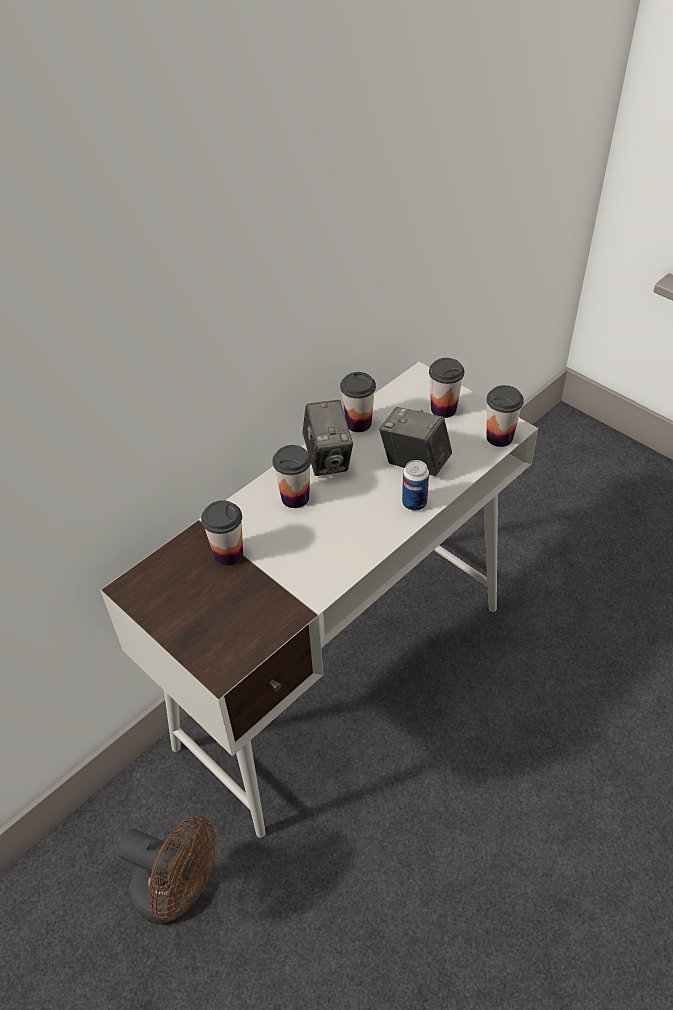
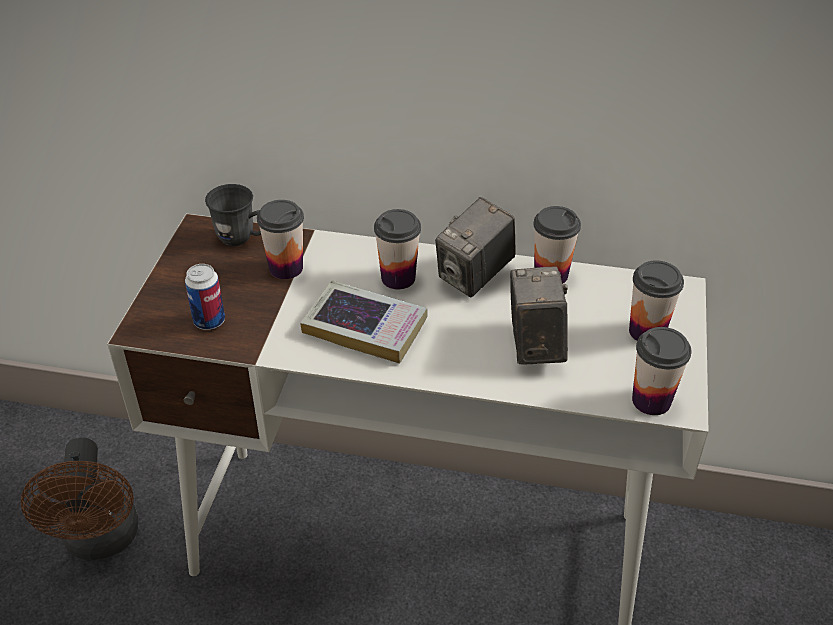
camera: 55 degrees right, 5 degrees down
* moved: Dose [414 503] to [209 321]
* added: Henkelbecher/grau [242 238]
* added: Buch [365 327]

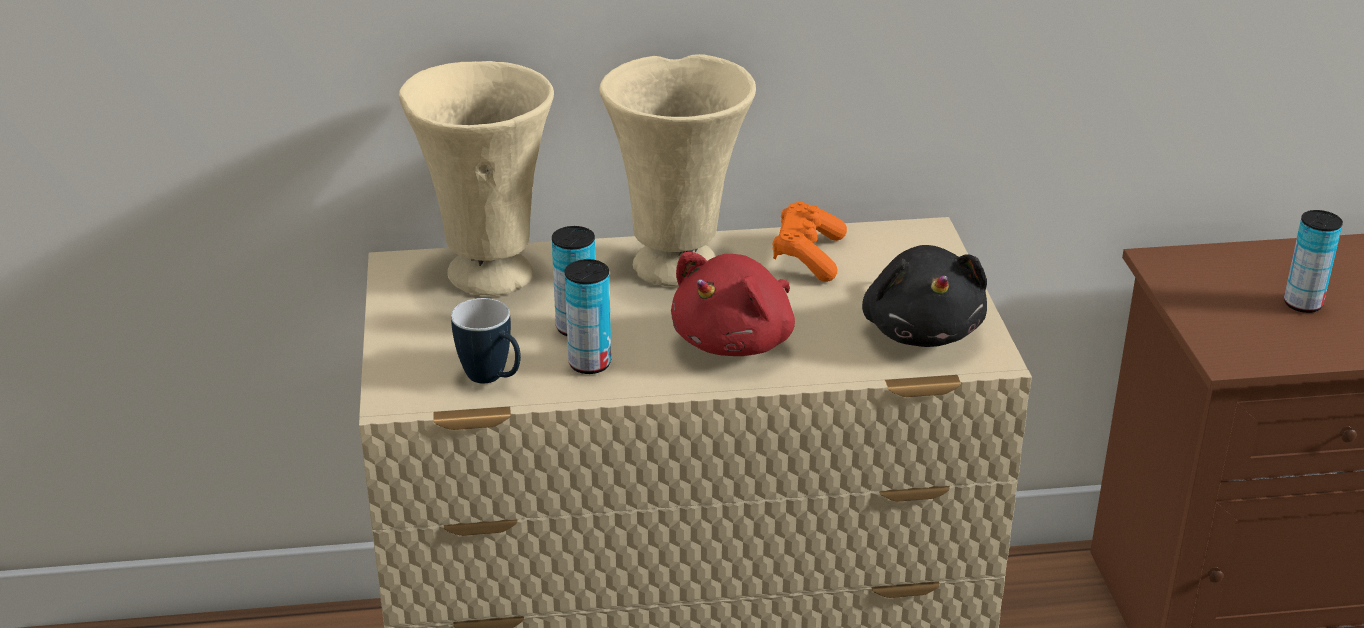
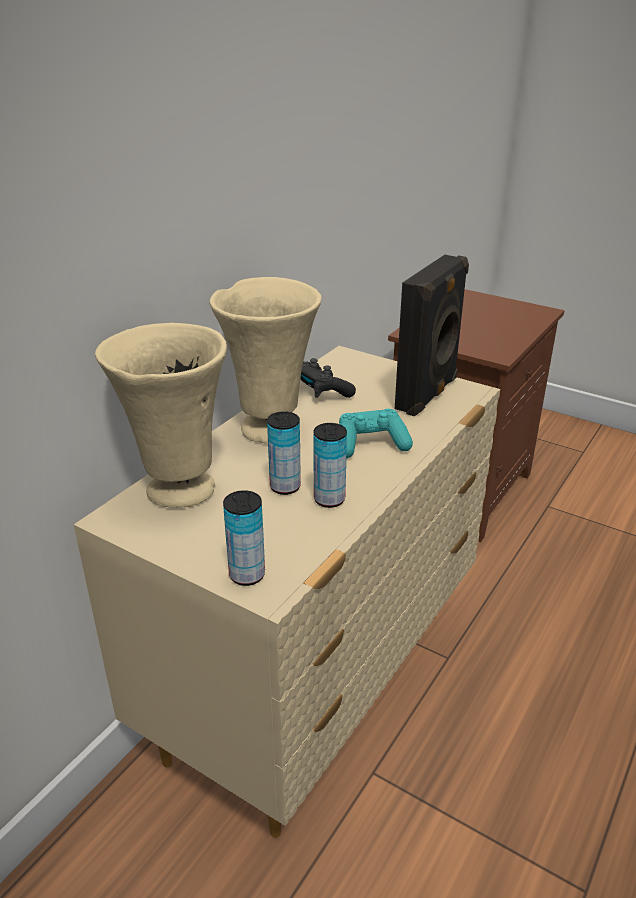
camera: 50 degrees left, 0 degrees up
* moved: Dose [1302 304] to [247 575]
* recoloured: Gamepad/orange [808 257] to Gamepad/schwarz [320 391]
* replaced: Plüschtier/rot [737 341] to Gamepad/türkis [370 445]
* replaced: Plüschtier/schwarz [922 330] to Lautsprecher/schwarz [428 394]
* removed: Henkelbecher [493 379]

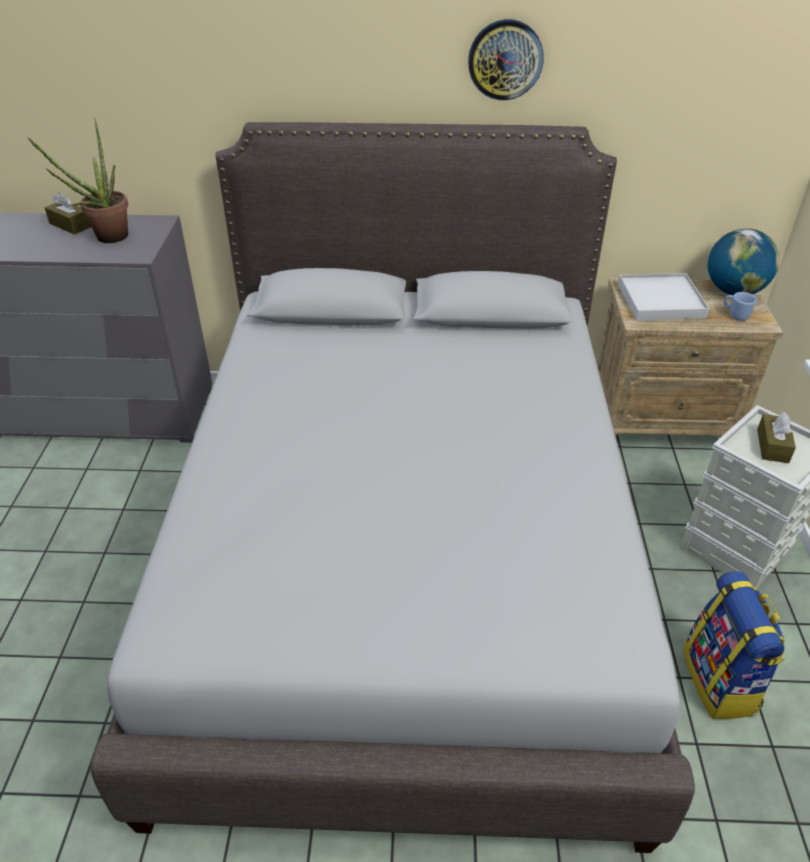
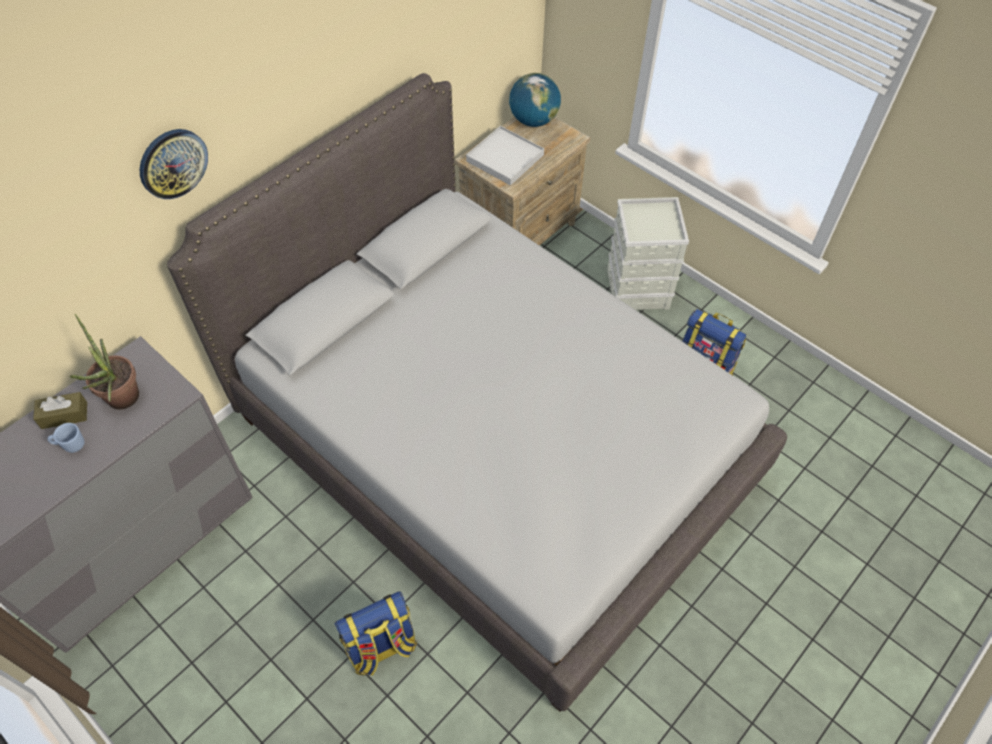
camera: 50 degrees left, 15 degrees up
* moved: Henkelbecher/blau [735 315] to [70 445]
* moved: Wanduhr [505 60] to [173 163]
* added: Rucksack [381 647]
* removed: Taschentuchbox/braun [772 446]

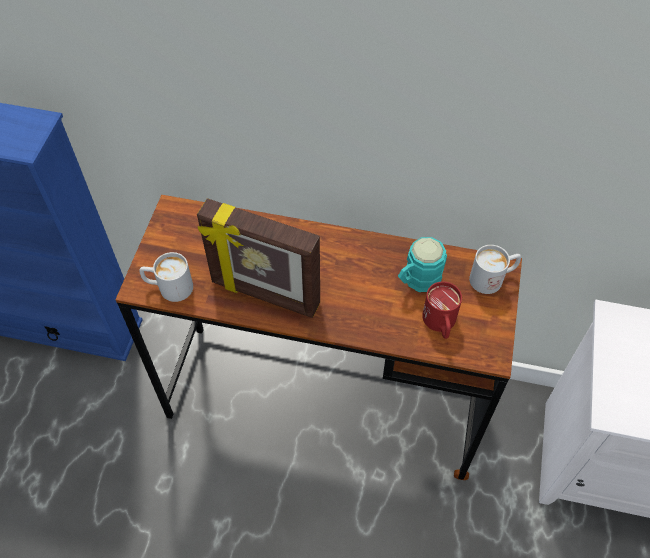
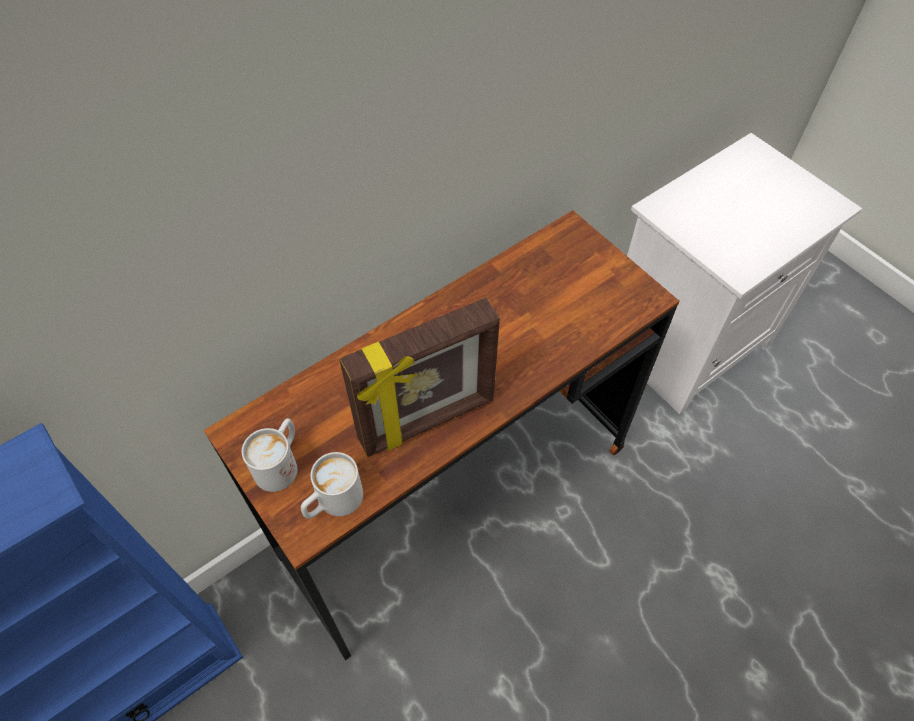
camera: 50 degrees left, 0 degrees up
* moved: Henkelbecher/weiß [492 278] to [281 463]
* removed: Henkelbecher/türkis [417 280]
* removed: Henkelbecher/rot [440 324]

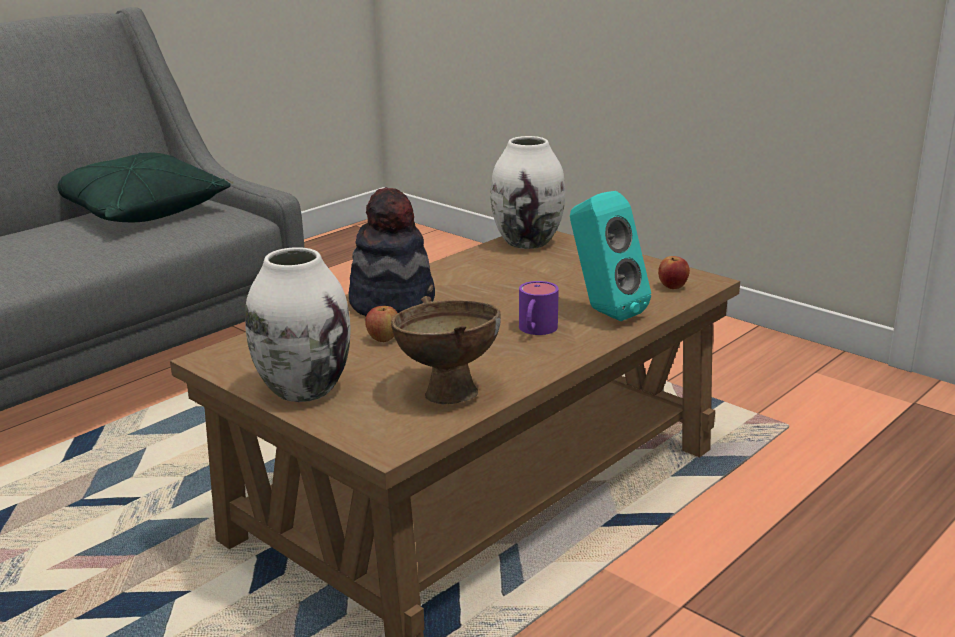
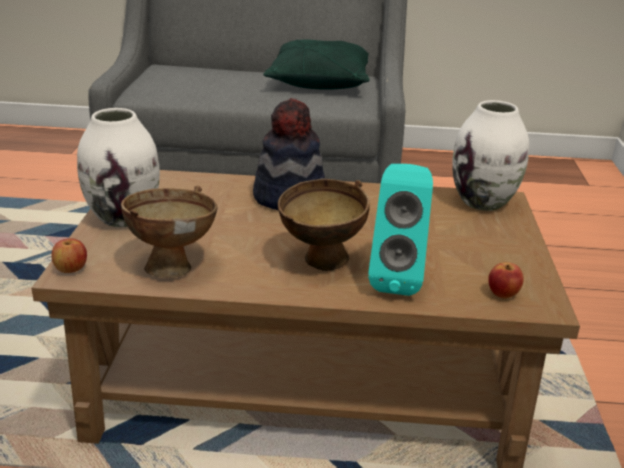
camera: 50 degrees right, 5 degrees up
* moved: Apfel [383 339] to [71 269]
* replaced: Henkelbecher/lila [535 330] to Schüssel/braun [319 263]

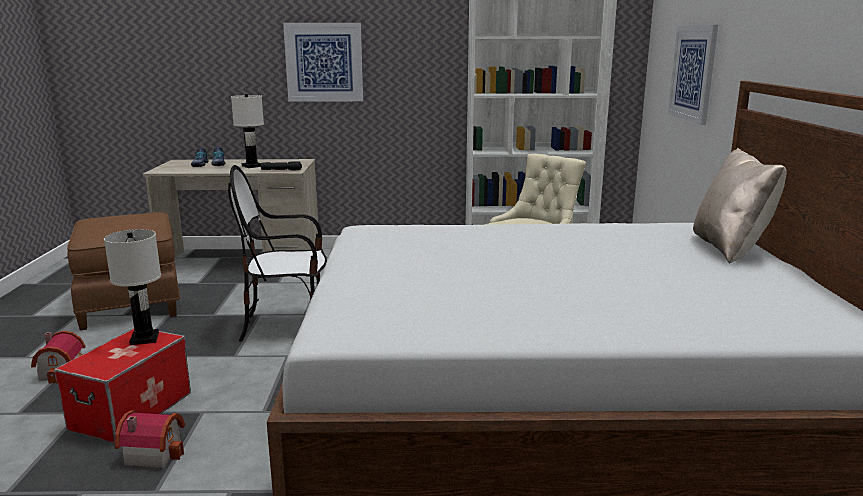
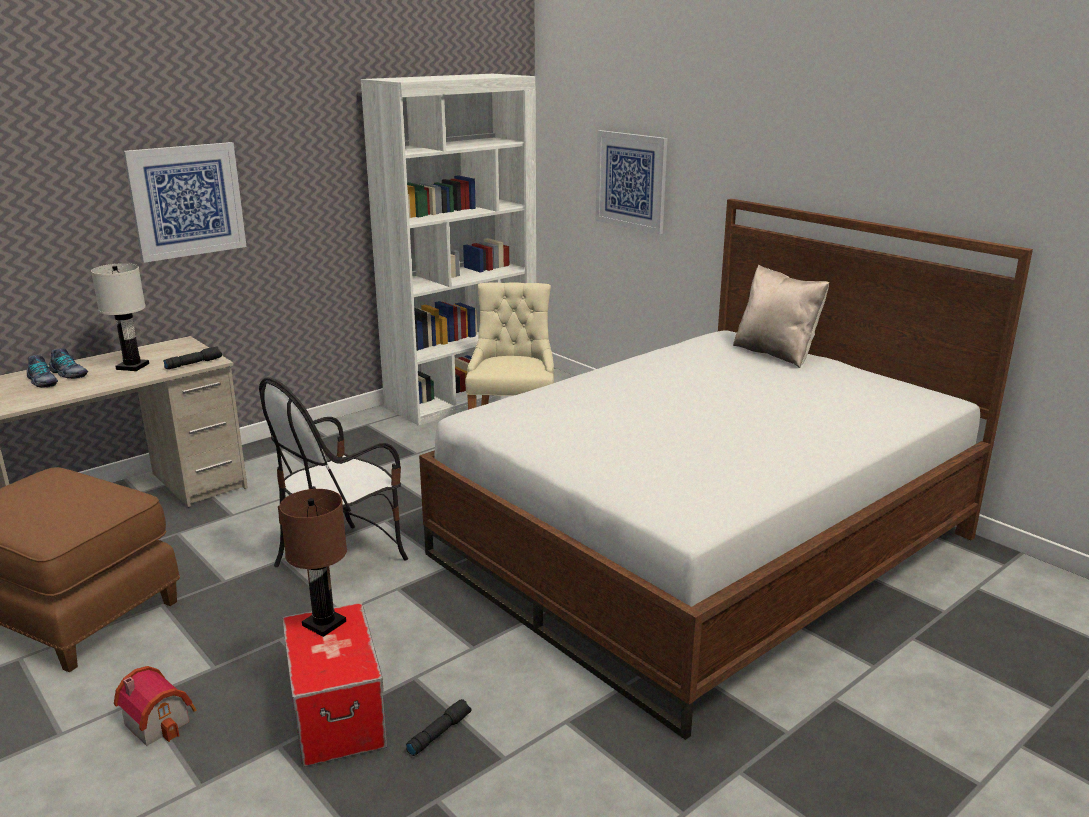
camera: 40 degrees left, 5 degrees up
* recoloured: Tischlampe/weiß [144 339] to Tischlampe/braun [324 624]
* replaced: Spielzeughaus [154 452] to Taschenlampe/schwarz [439 733]

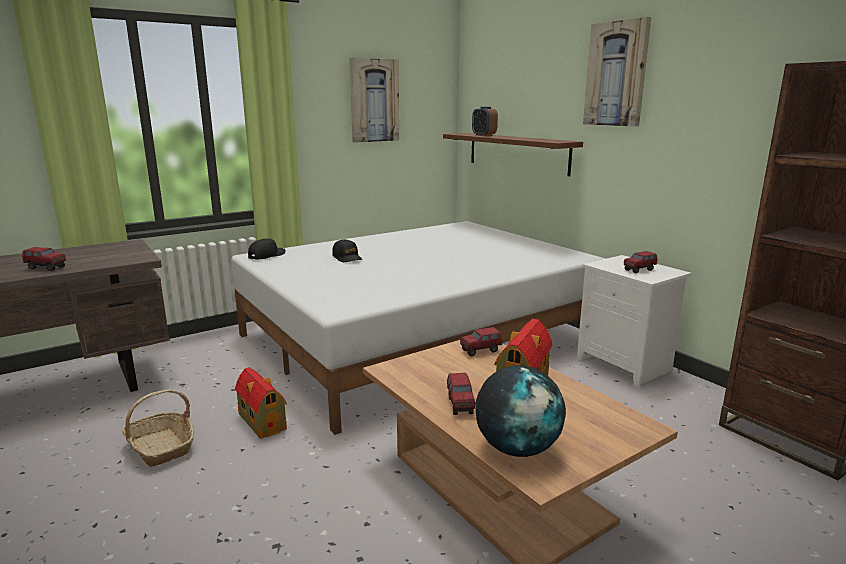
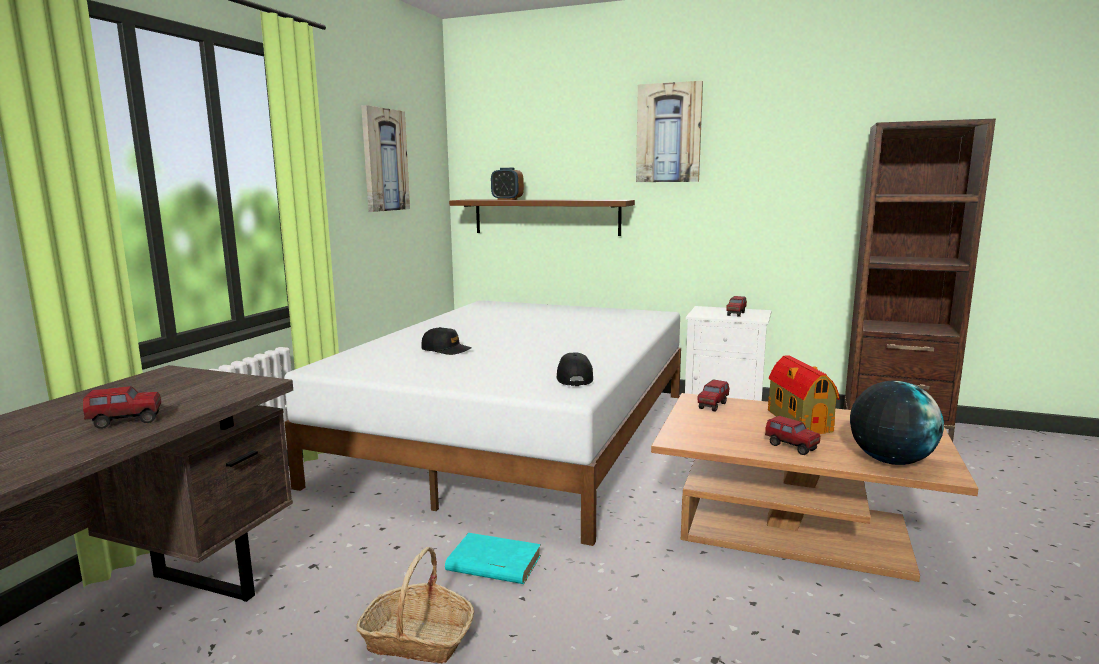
camera: 35 degrees left, 5 degrees down
* replaced: Spielzeughaus [262 421] to Buch/türkis [493 563]
* moved: Kappe/schwarz [267 255] to [574 378]

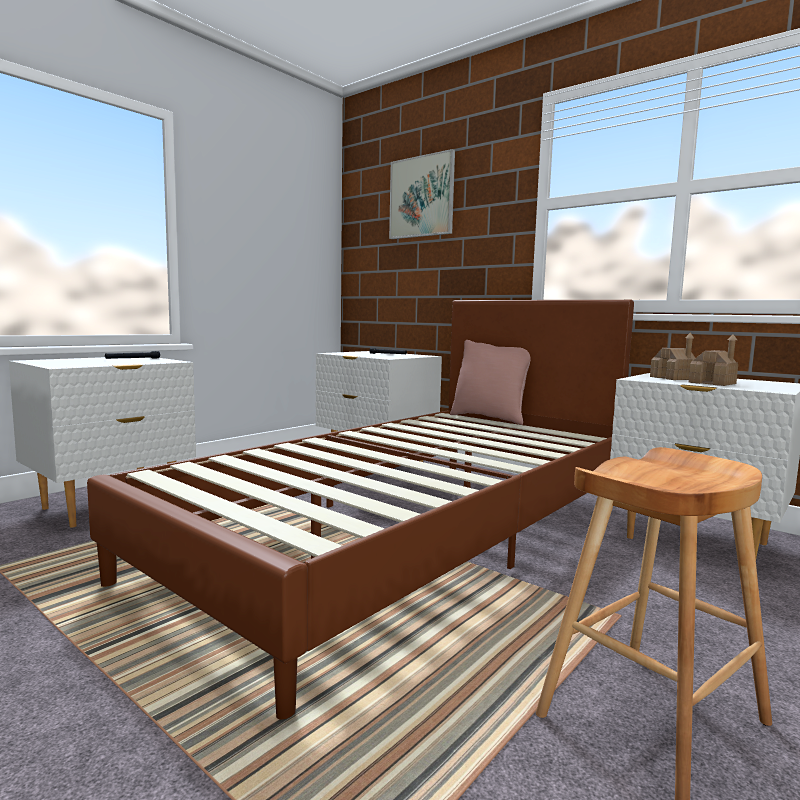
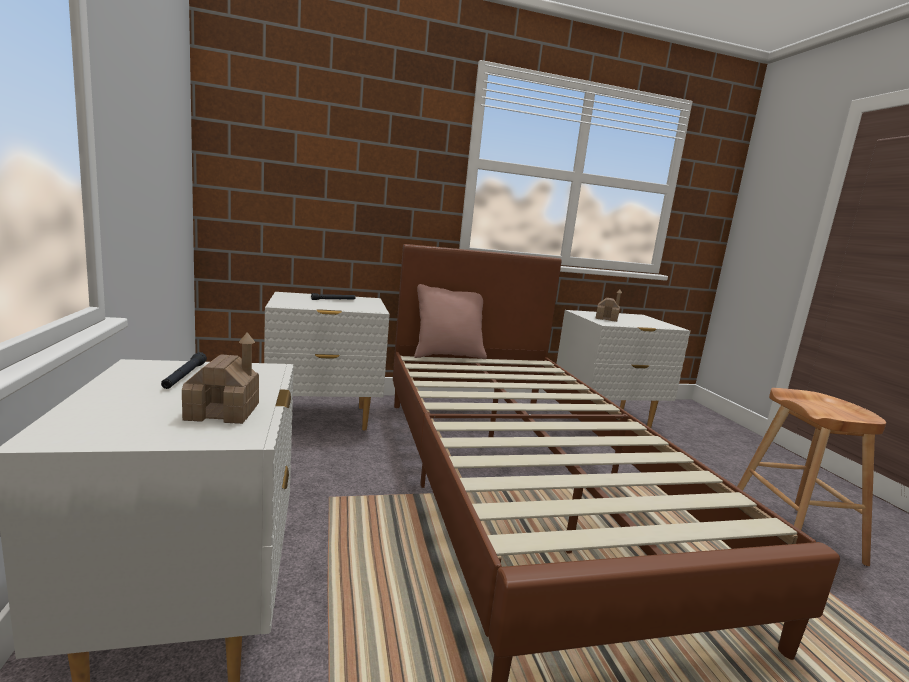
camera: 55 degrees left, 5 degrees up
* moved: Spielzeughaus [712 383] to [223 411]
* removed: Bild [421 197]

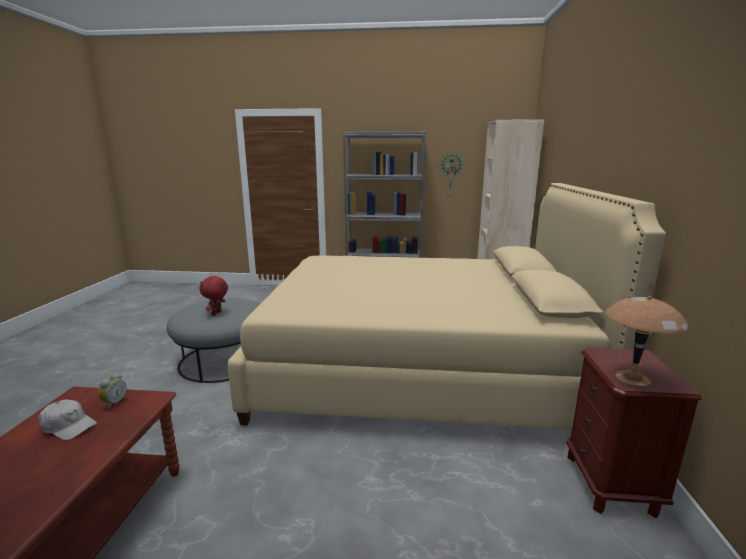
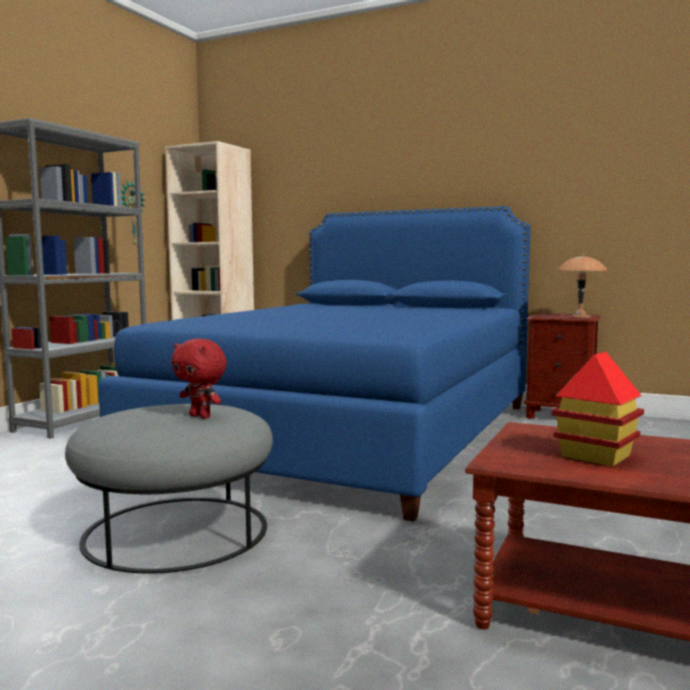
camera: 70 degrees left, 10 degrees down
* recoloured: Bett/beige [418 369] to Bett/blau [349 433]
* replaced: Kappe/weiß [68 426] to Spielzeughaus [595 456]
* removed: Wecker [114 403]

